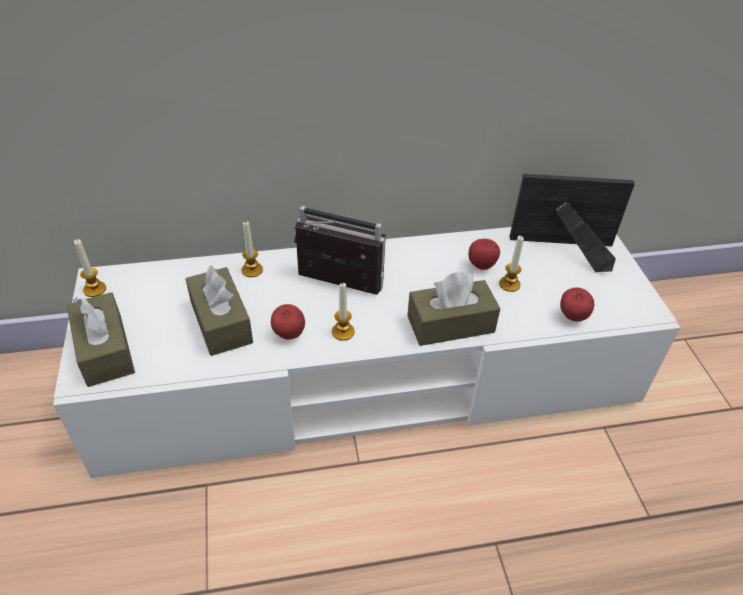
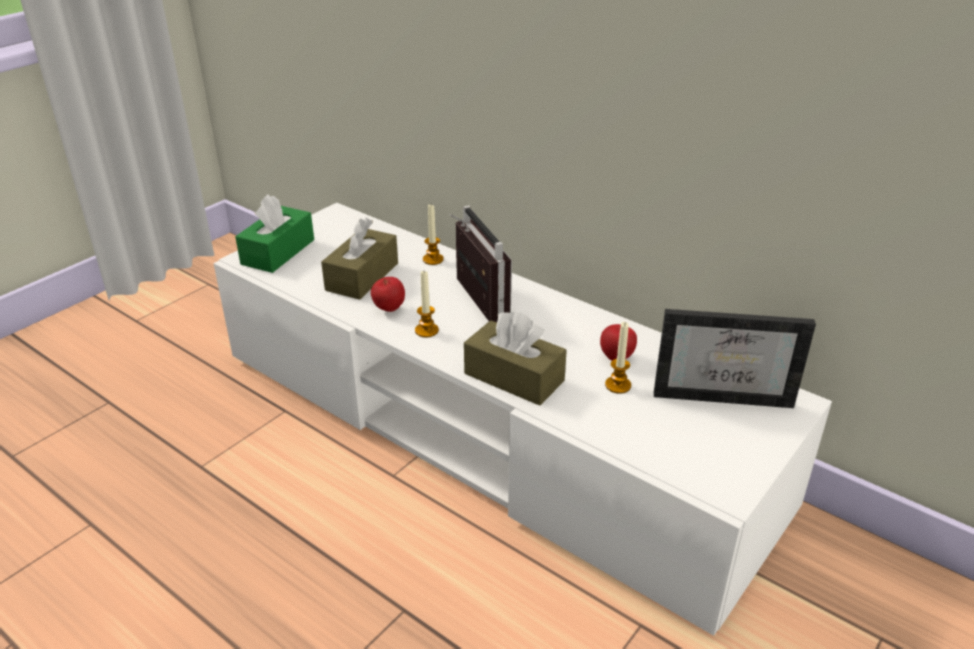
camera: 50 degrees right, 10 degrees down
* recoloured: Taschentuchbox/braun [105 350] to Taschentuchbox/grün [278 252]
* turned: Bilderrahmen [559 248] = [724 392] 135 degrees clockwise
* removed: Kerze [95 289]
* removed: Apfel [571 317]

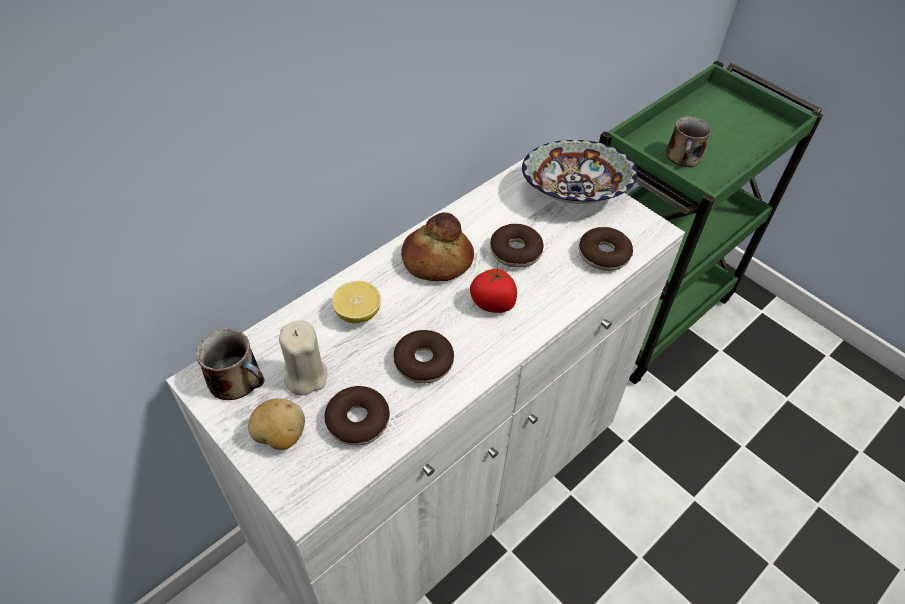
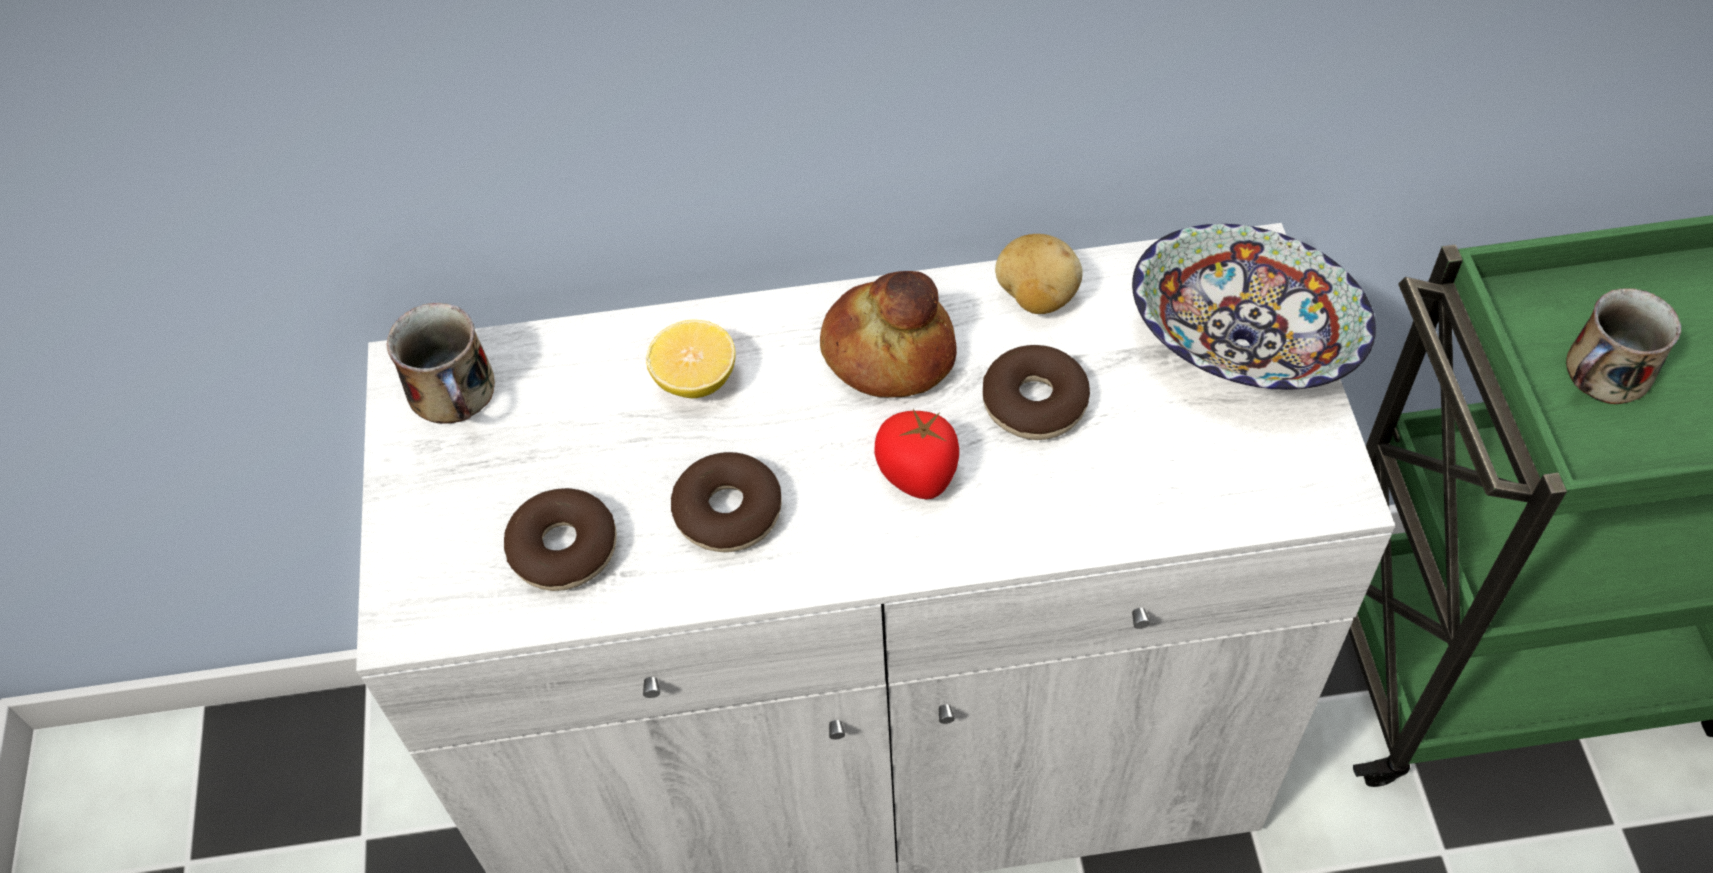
camera: 40 degrees right, 5 degrees up
* moved: Kartoffel [280 436] to [1036 297]
* removed: Kerze/beige [305 376]
* removed: Donut [603 255]

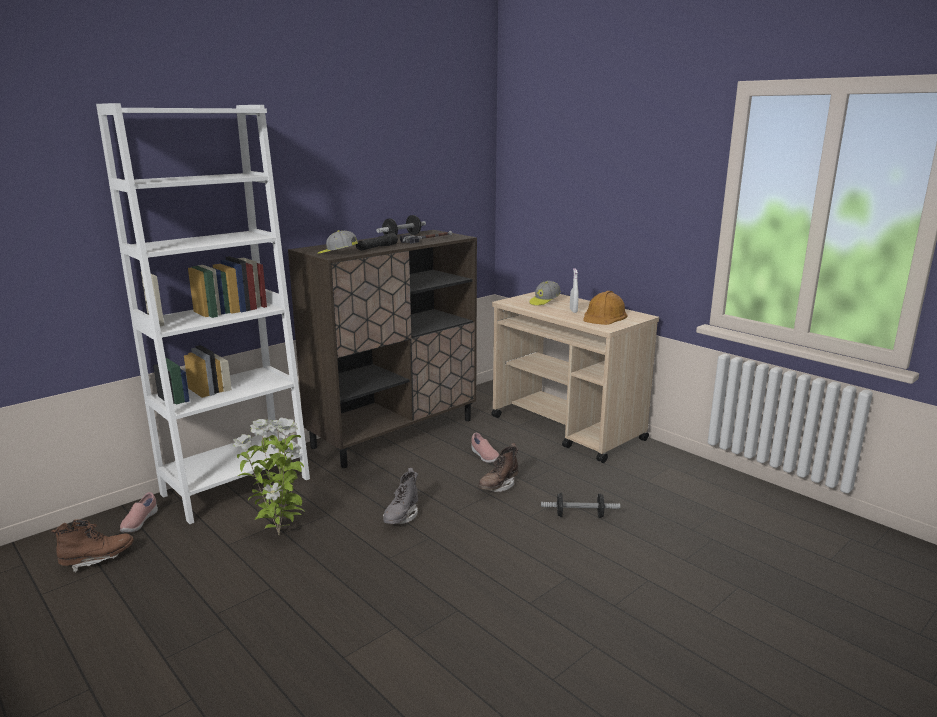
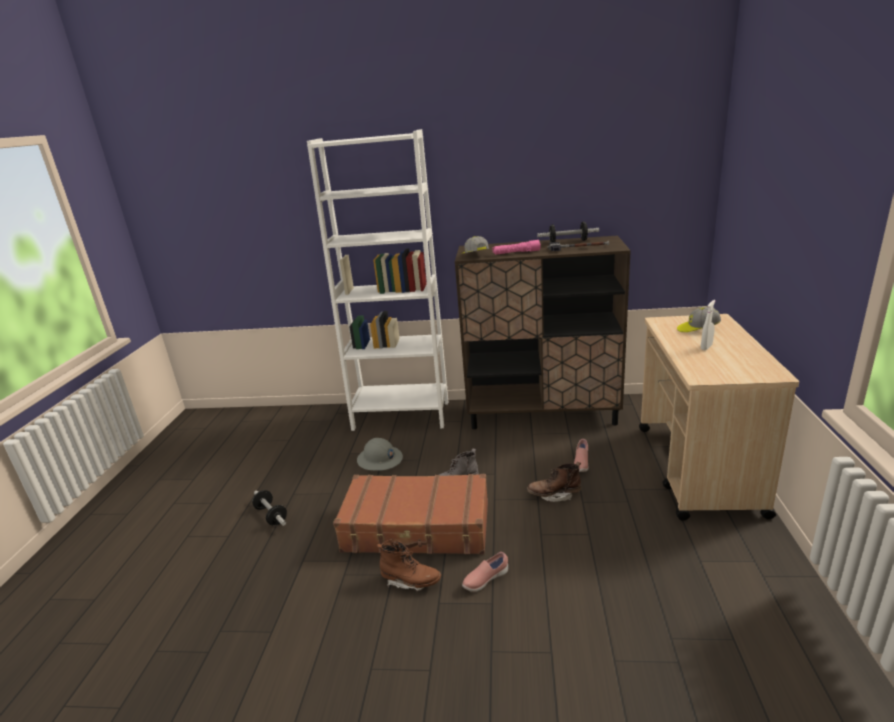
camera: 50 degrees right, 5 degrees up
* moved: Hantel [579 515] to [271 515]
* added: Koffer/braun [417 528]
* replaced: Topfpflanze [280 533] to Schutzhelm/grau [380 459]
* moved: Stiefel/braun [97 559] to [411 581]
* moved: Schuh/rosa [139 523] to [485 579]
* recoloured: Taschenlampe/schwarz [377 248] to Taschenlampe/rosa [516 253]
* removed: Schutzhelm/orange [604 316]

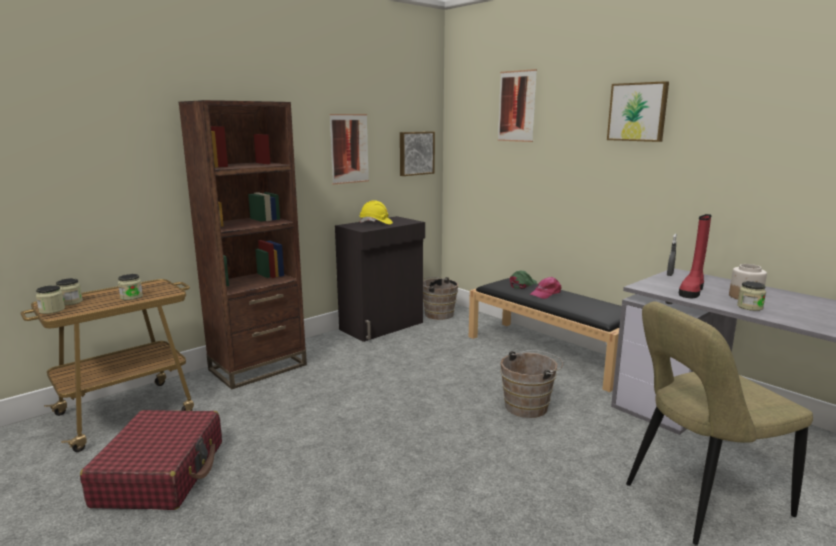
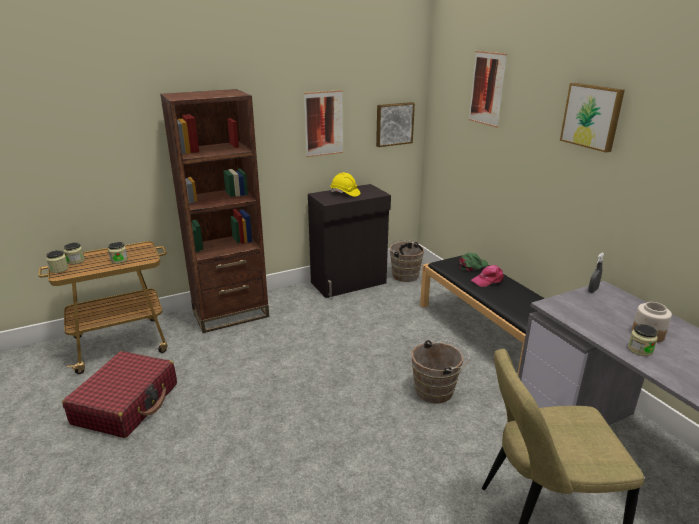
camera: 15 degrees right, 10 degrees up
* removed: Stiefel/rot [692 291]

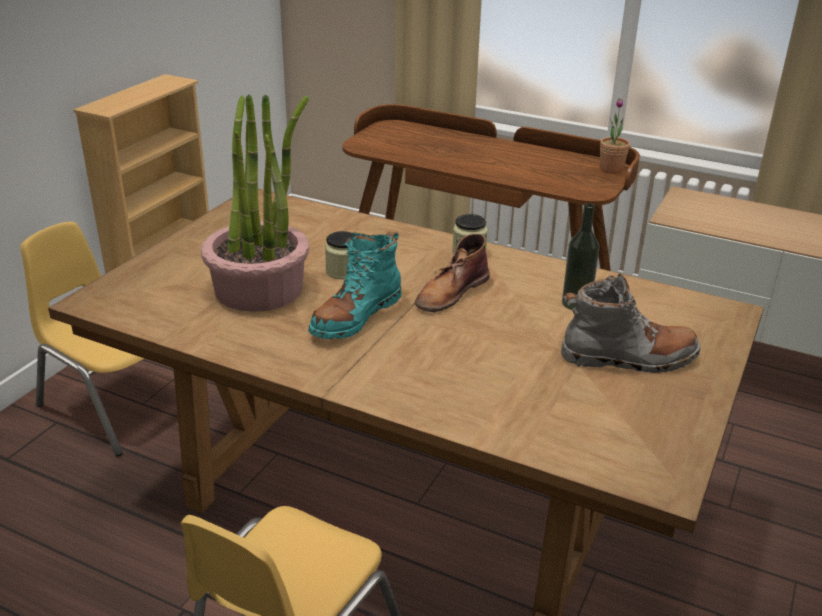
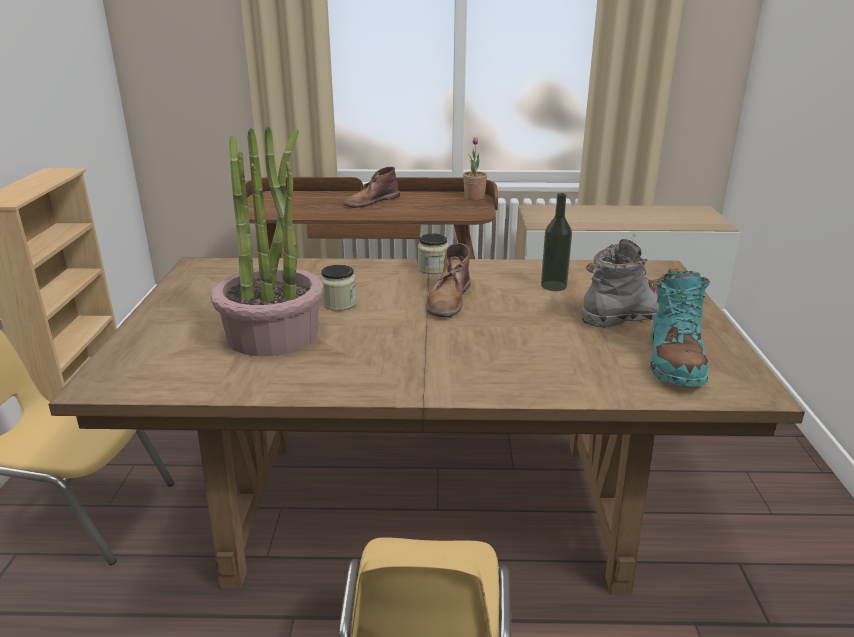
camera: 25 degrees left, 5 degrees down
* added: Stiefel/braun [371 201]
* moved: Stiefel/türkis [356 316] to [674 361]

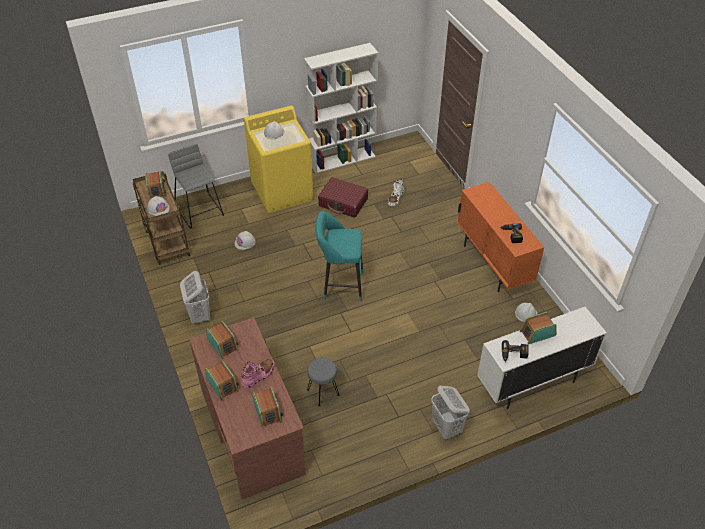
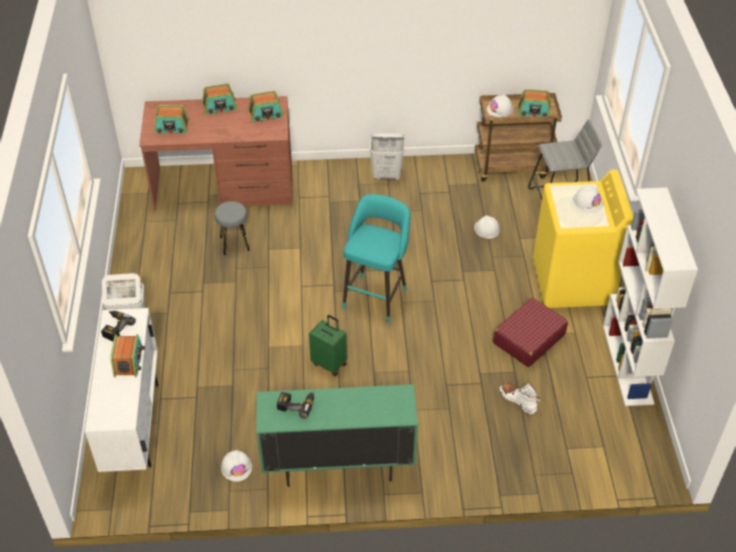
camera: 110 degrees right, 0 degrees up
* recoloured: Schrank/orange [492 265] to Schrank/grün [338 466]
* added: Koffer/grün [329 363]
* removed: Stiefel/rosa [259 376]

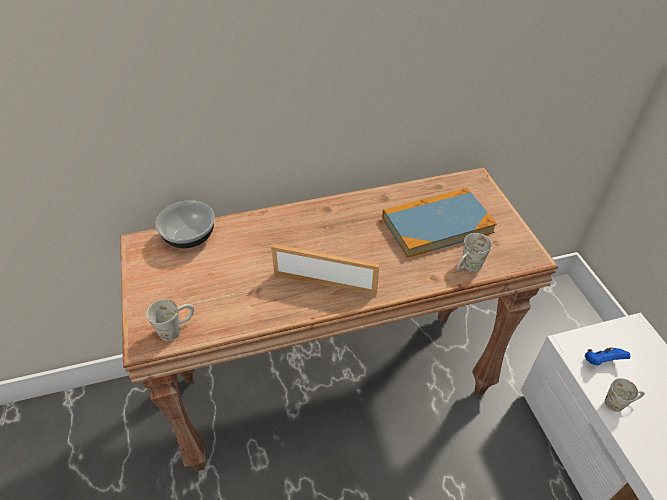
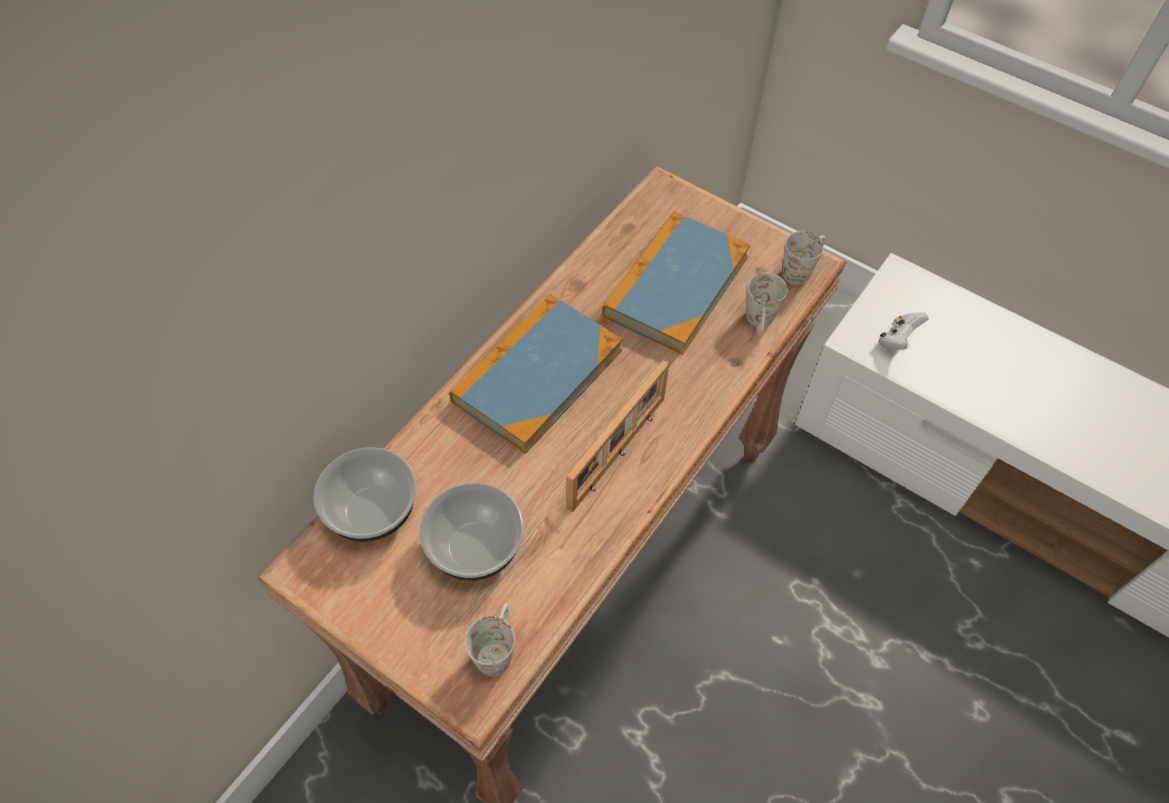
camera: 40 degrees left, 10 degrees up
* added: Schüssel [476 547]
* added: Buch [537 375]
* turned: Bilderrahmen [325 282] = [619 453] 150 degrees clockwise
* moved: Henkelbecher/weiß [619 403] to [801 270]
* recoloured: Gamepad/blau [601 362] to Gamepad/weiß [897 340]

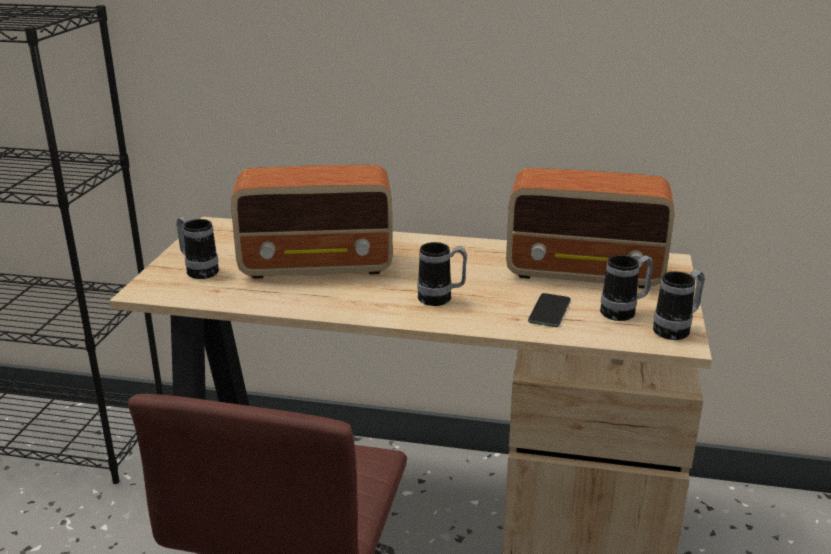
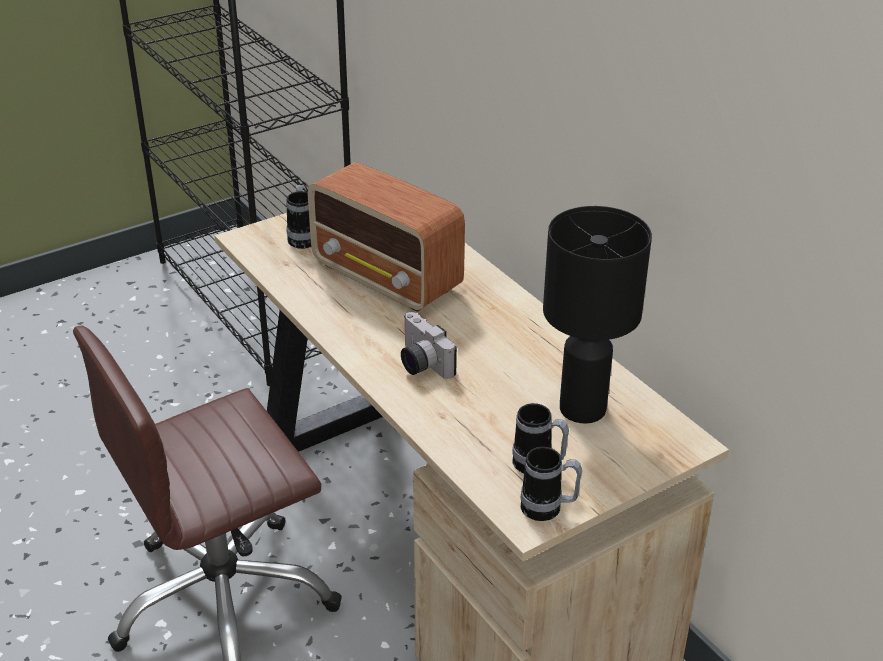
camera: 45 degrees right, 10 degrees up
* replaced: Henkelbecher [441 299] to Kamera [420 363]
* replaced: Radio [585 273] to Tischlampe/schwarz [584 409]
* removed: Handy [549 311]

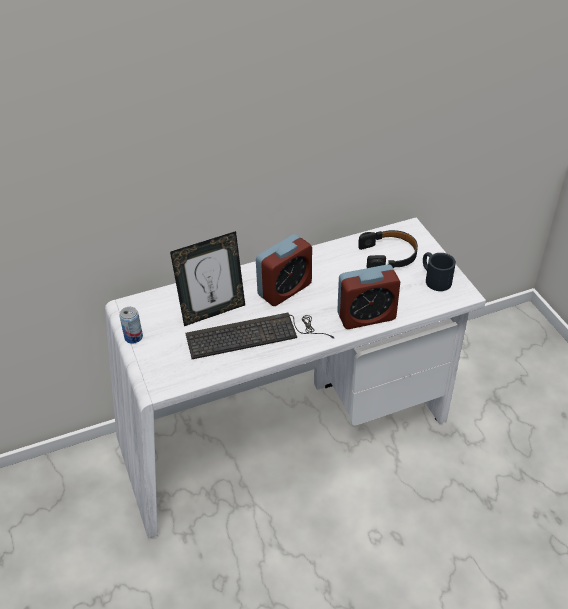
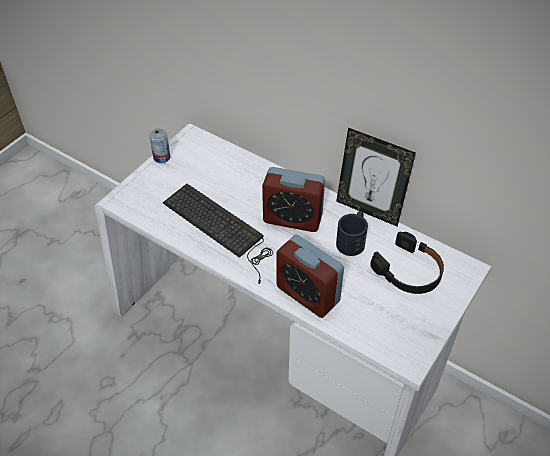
camera: 55 degrees right, 5 degrees up
* moved: Bilderrahmen [213 312] to [368 210]
* moved: Henkelbecher/schwarz [434 278] to [352 240]

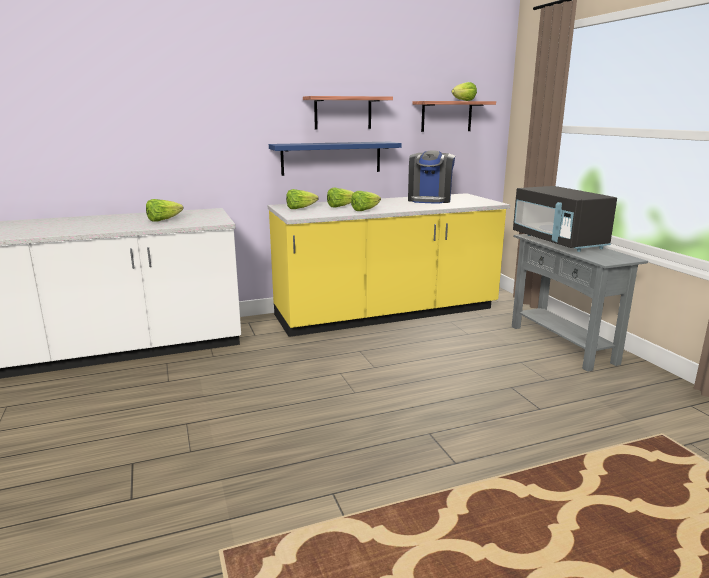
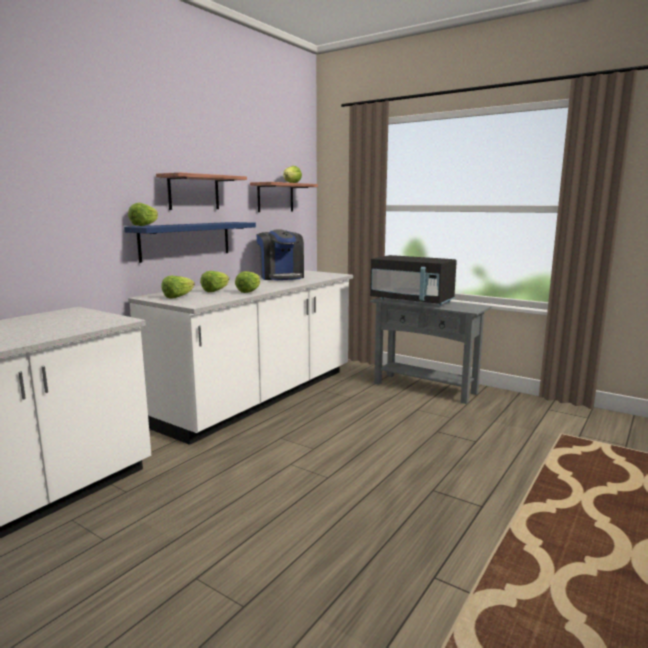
camera: 35 degrees left, 5 degrees down
* moved: Salatkopf [163 220] to [145 225]
* recoloured: Küchenzeile/gelb [387 313] to Küchenzeile/weiß [259 396]

